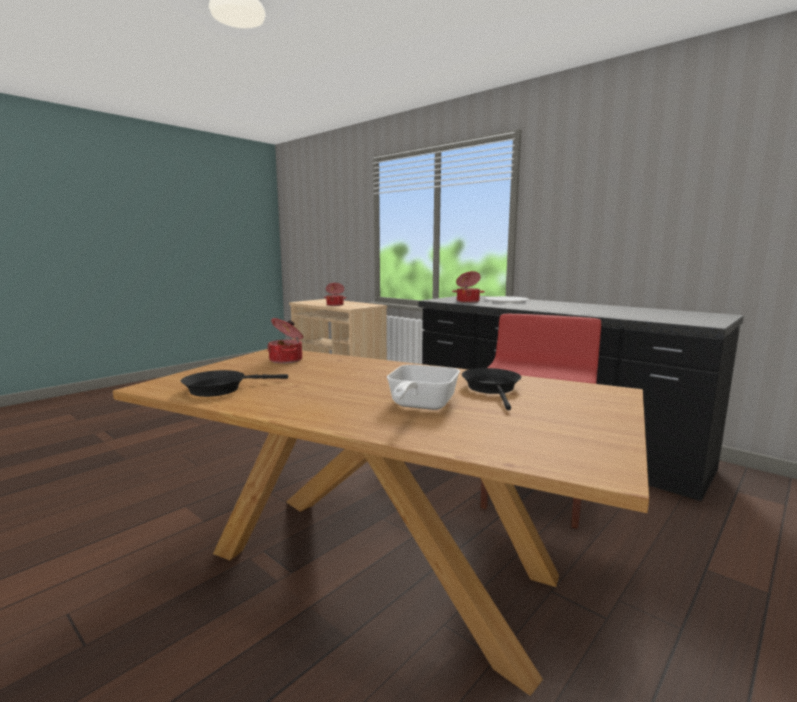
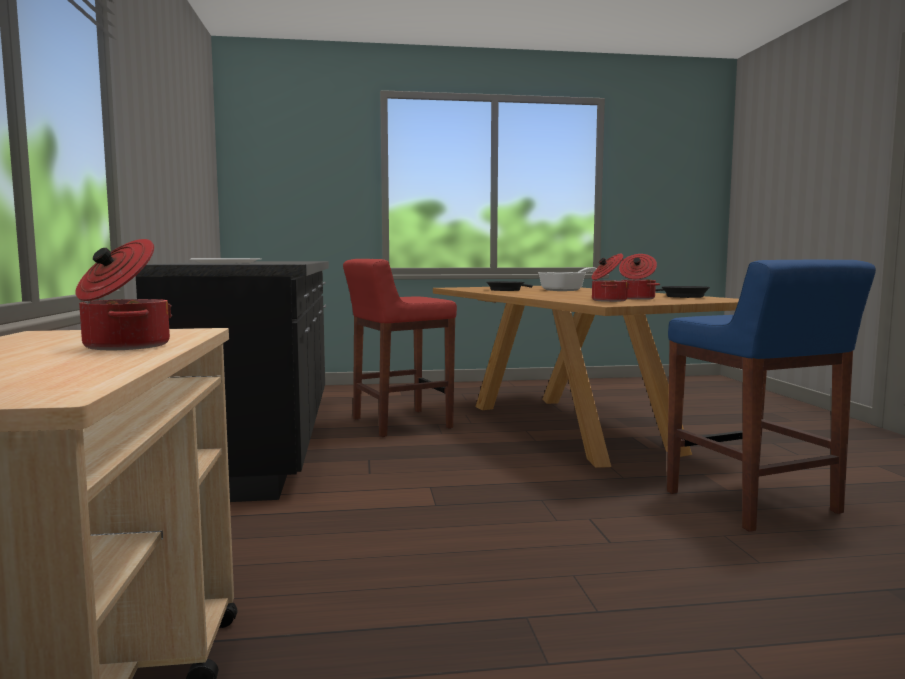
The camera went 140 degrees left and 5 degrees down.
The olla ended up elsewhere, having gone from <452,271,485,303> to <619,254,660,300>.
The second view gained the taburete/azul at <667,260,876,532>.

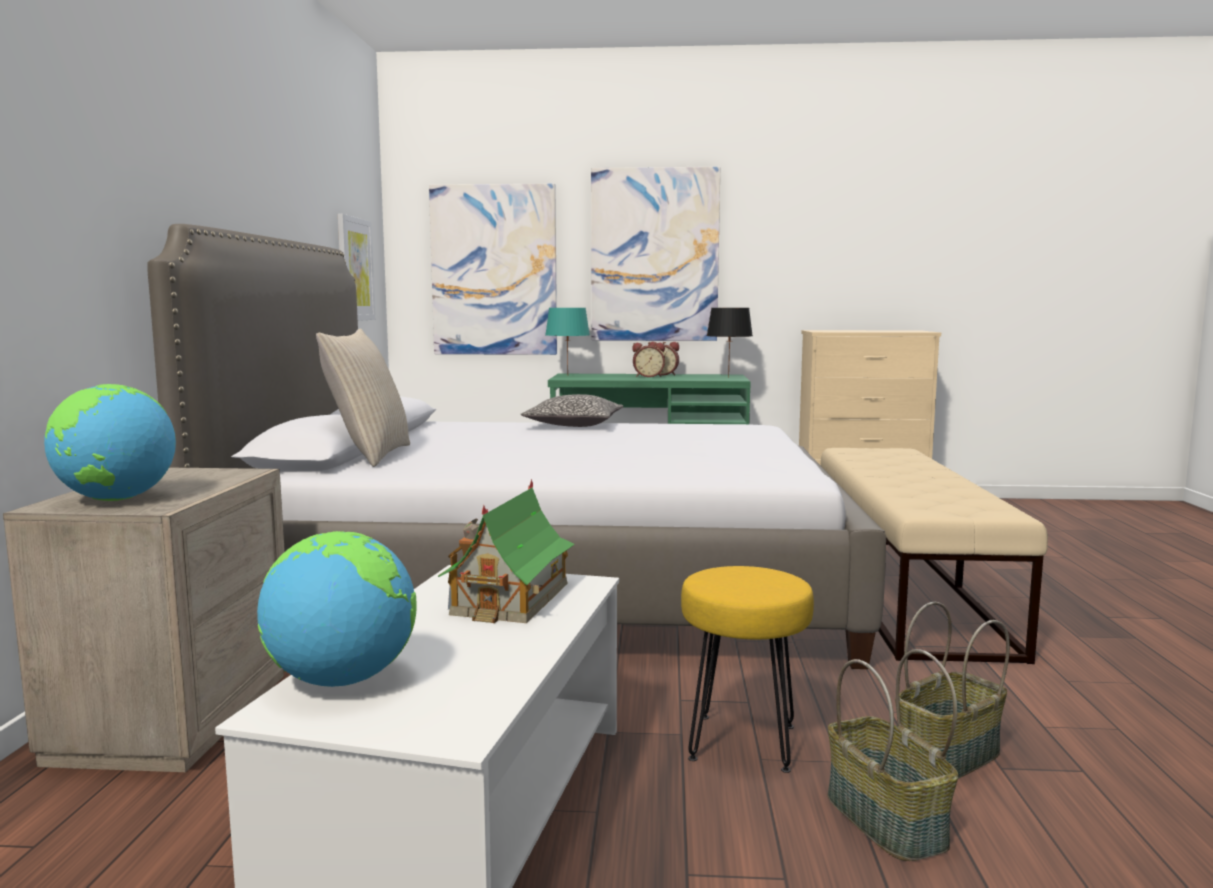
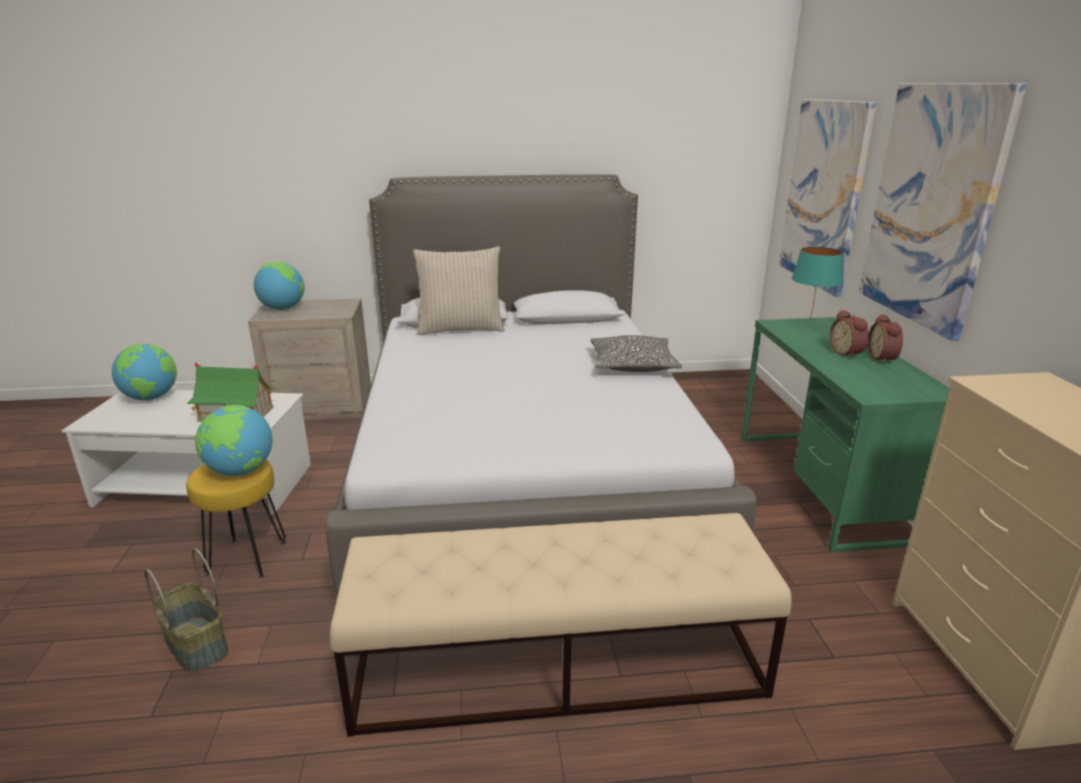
The camera went 80 degrees right and 15 degrees up.
The second view lost the cuadro at <338,214,375,321>.
The second view lost the lámpara de mesa/negro at <707,308,753,378>.
The second view lost the cesta at <828,649,958,861>.
The second view gained the globo terráqueo at <195,405,273,476>.

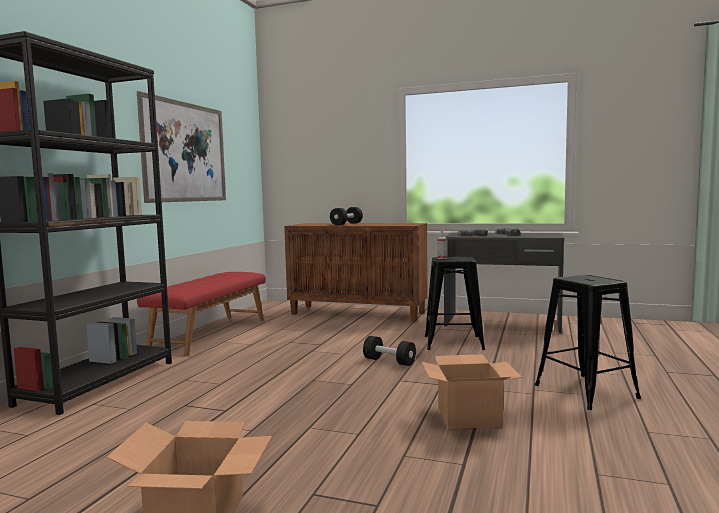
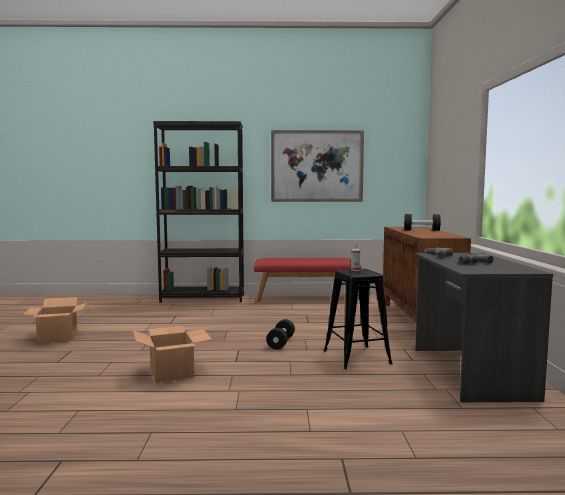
The camera went 70 degrees right and 0 degrees up.
The second view lost the taburete/negro at <535,275,641,410>.

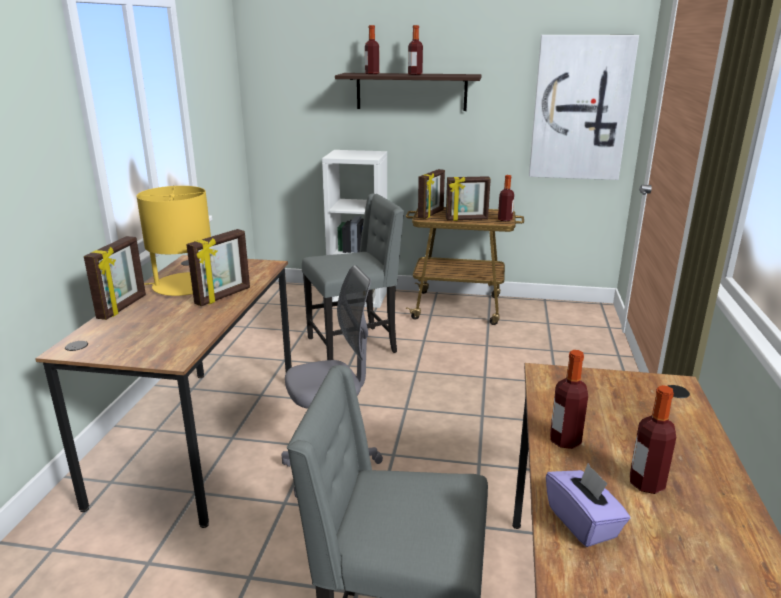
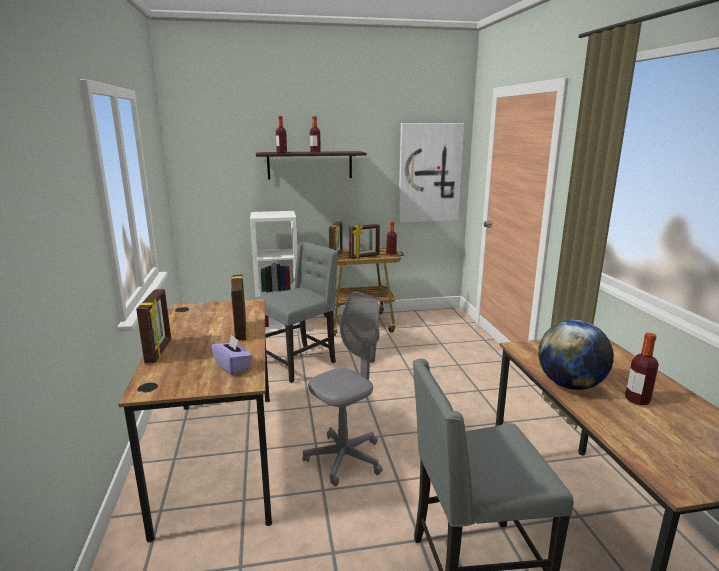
The camera went 20 degrees left and 5 degrees down.
The second view lost the lámpara de mesa/amarillo at <136,186,211,296>.
The portarretratos at <186,229,250,306> ended up facing another way, 150 degrees clockwise from before.
Where the botella stood at <550,350,588,449>, the globo terráqueo came to stand at <538,320,614,390>.
The caja de pañuelos/morado ended up elsewhere, having gone from <546,464,630,547> to <211,335,253,375>.

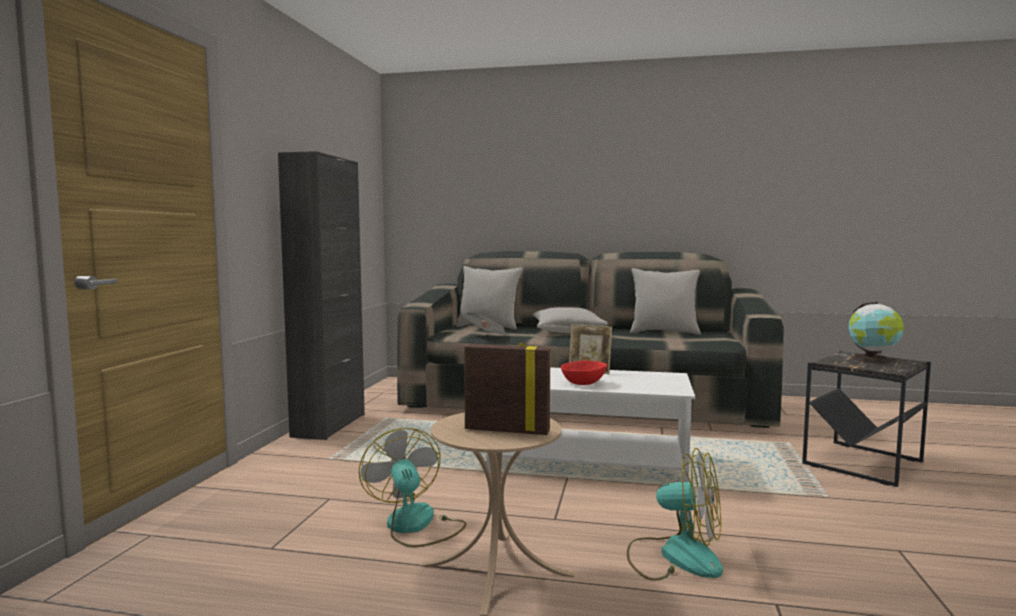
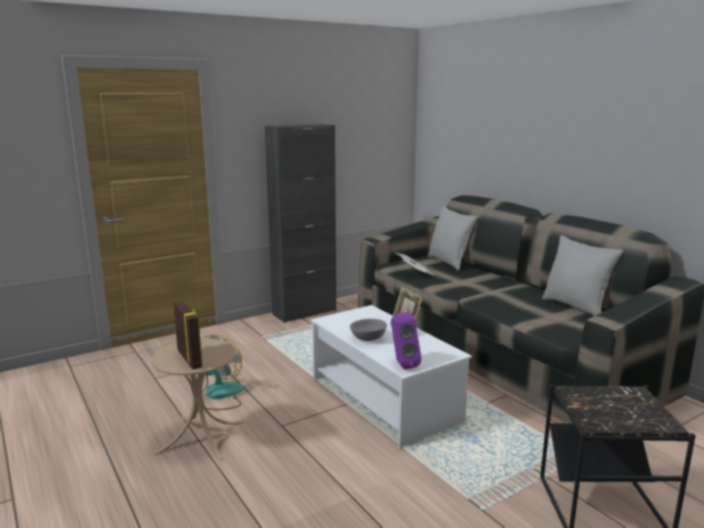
The camera went 45 degrees right and 10 degrees up.
The second view lost the globo terráqueo at <848,302,904,363>.
The second view lost the cojín/gris at <533,307,608,333>.
What was the cuenco/rojo at <561,361,607,385> turned into the cuenco/gris at <350,319,387,341>.
The second view lost the ventilador at <627,448,723,581>.
The second view gained the altavoz/morado at <391,312,422,370>.

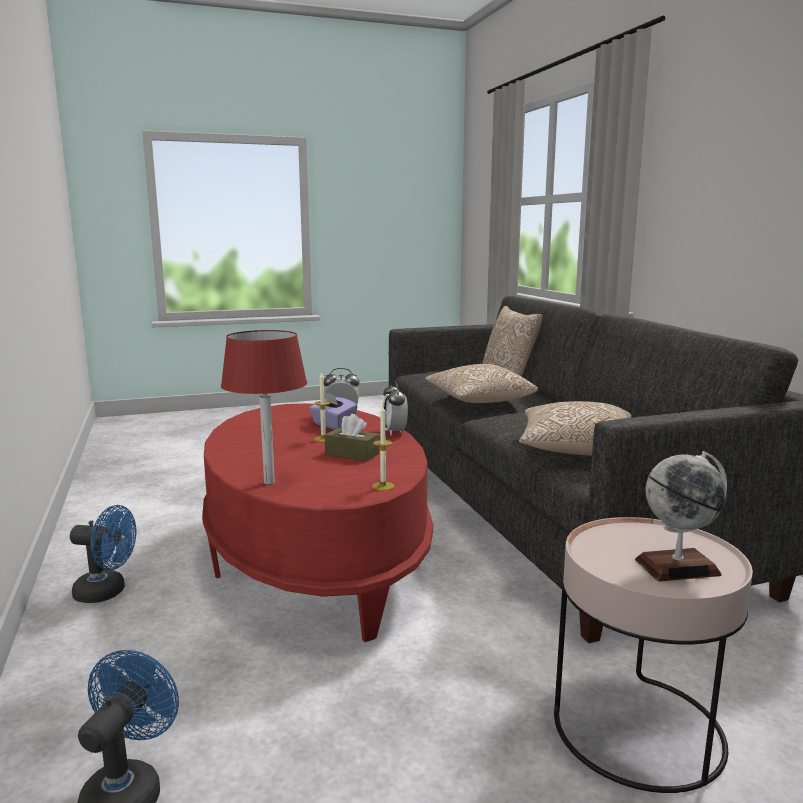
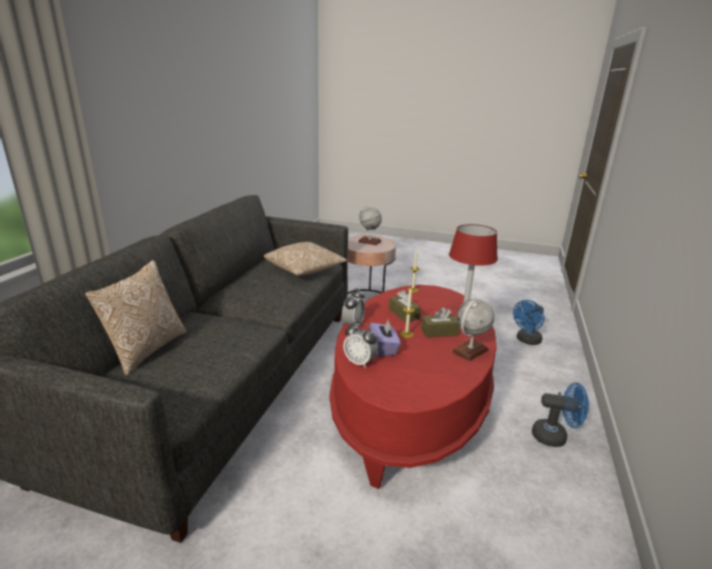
The camera went 145 degrees left and 10 degrees up.
The second view lost the cojín at <425,364,538,403>.
The ventilador/azul at <70,505,137,603> ended up facing another way, 150 degrees clockwise from before.
The second view gained the globo terráqueo at <451,299,494,362>.
The second view gained the caja de pañuelos/marrón at <421,307,459,337>.

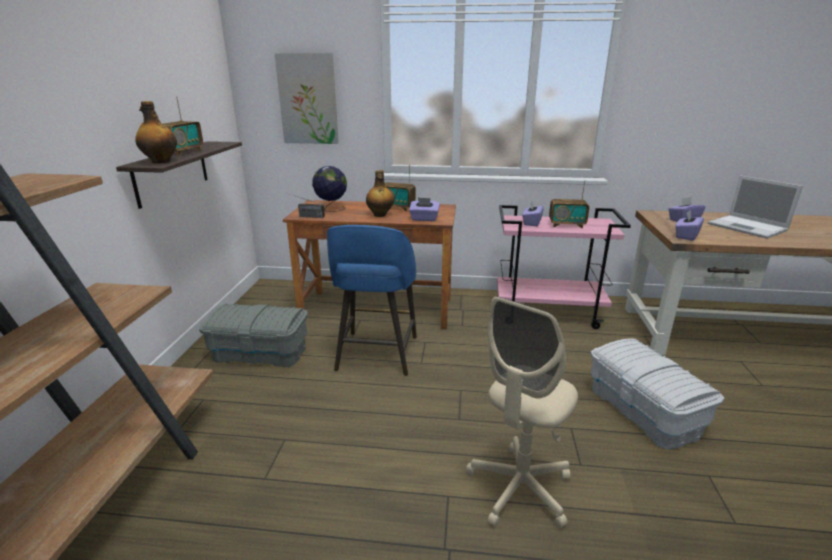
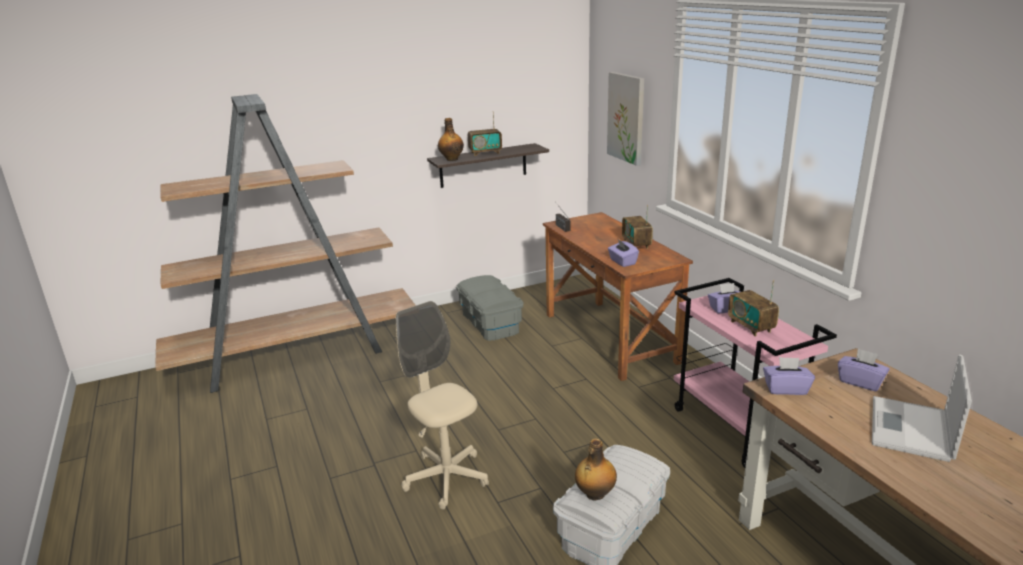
The camera went 60 degrees right and 0 degrees up.
The second view lost the globo terráqueo at <312,166,347,212>.
The botella ended up elsewhere, having gone from <366,170,394,217> to <575,438,617,500>.
The second view lost the taburete/azul at <327,225,417,376>.
The silla de oficina/beis at <465,296,578,529> ended up facing another way, 45 degrees clockwise from before.

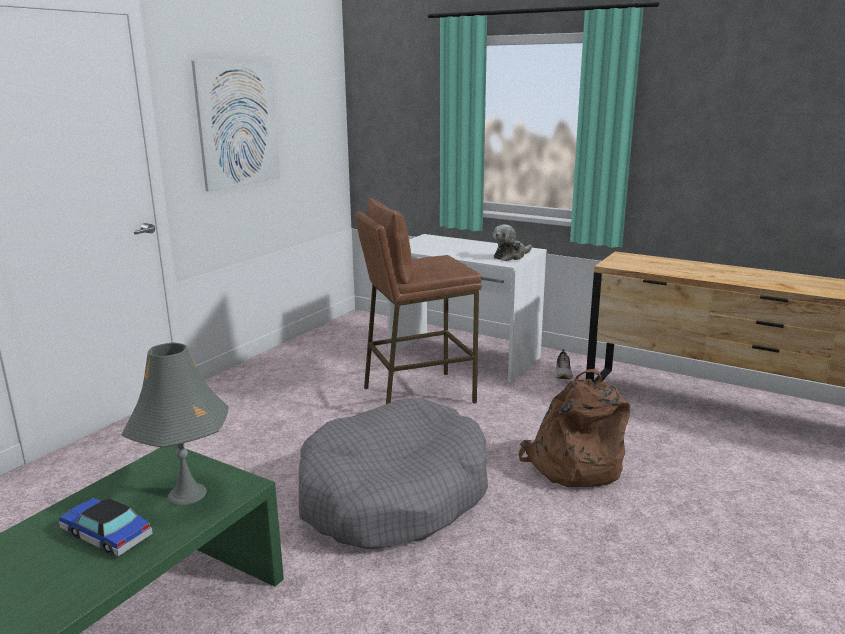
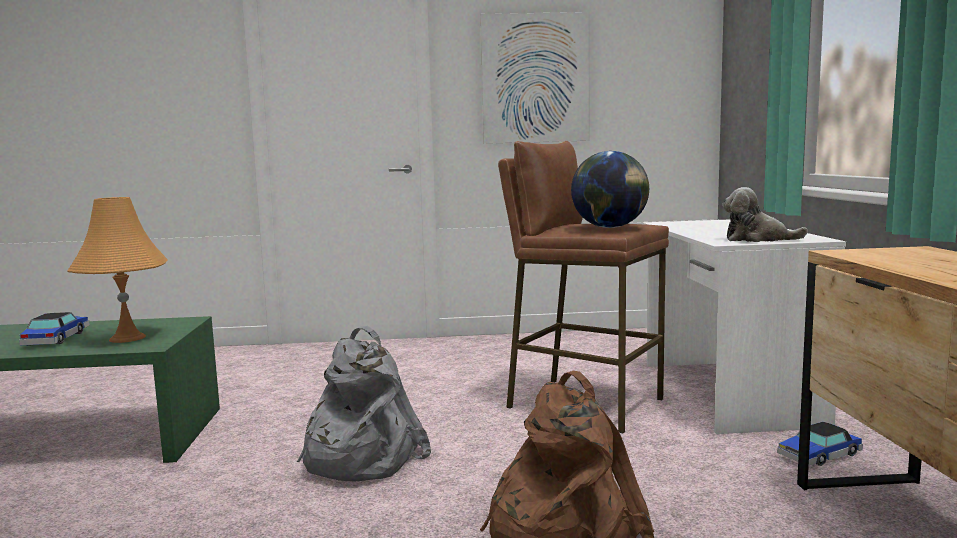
The camera went 55 degrees right and 10 degrees down.
What was the lámpara de mesa/gris at <122,342,228,505> turned into the lámpara de mesa/naranja at <68,197,168,343>.
Where the zapato stood at <555,349,573,380>, the coche de juguete came to stand at <777,422,863,466>.
Where the cama para perro/gris stood at <299,398,488,549>, the mochila/gris came to stand at <297,326,431,482>.
The second view gained the globo terráqueo at <571,151,649,228>.

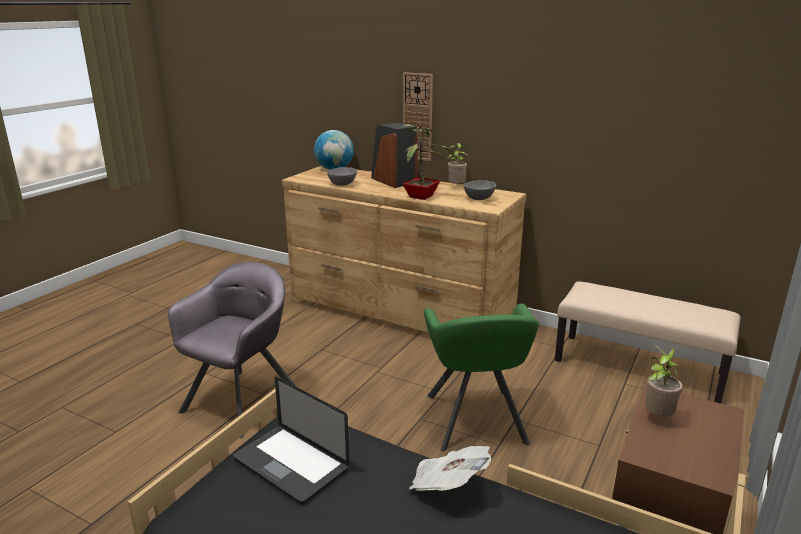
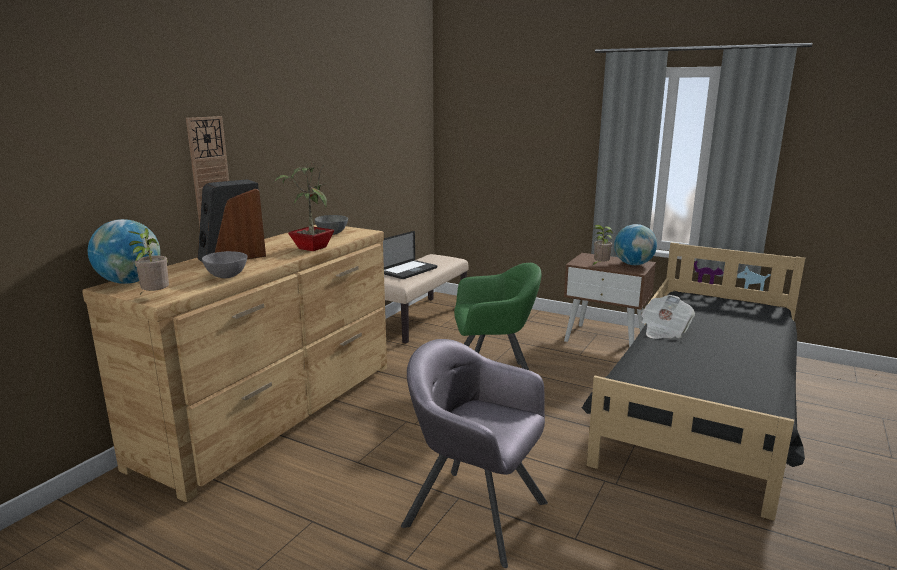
The camera went 90 degrees left and 5 degrees down.
The planta en maceta ended up elsewhere, having gone from <448,143,467,184> to <128,228,169,295>.
The portátil ended up elsewhere, having gone from <233,377,349,505> to <383,231,437,279>.
The second view gained the globo terráqueo at <614,224,657,265>.

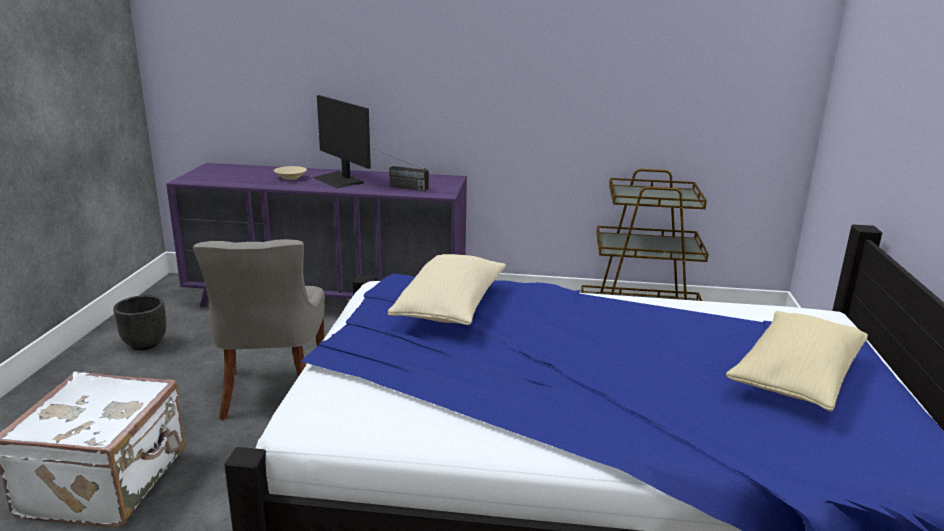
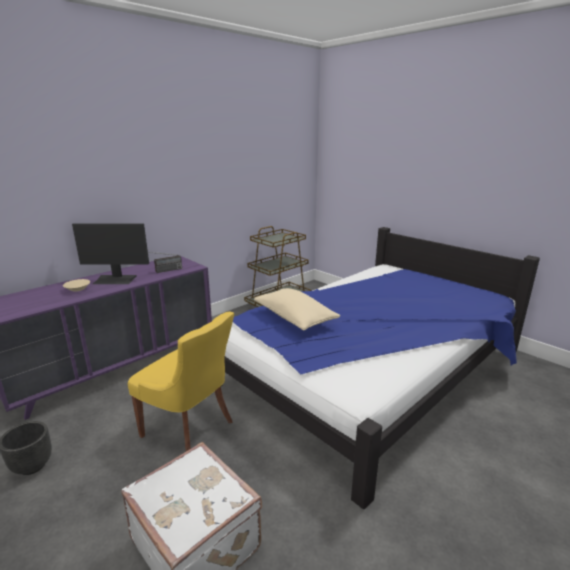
The camera went 50 degrees left and 0 degrees up.
What was the silla/gris at <193,239,325,420> turned into the silla/amarillo at <128,312,234,451>.
The second view lost the cojín/beis at <726,311,868,412>.

